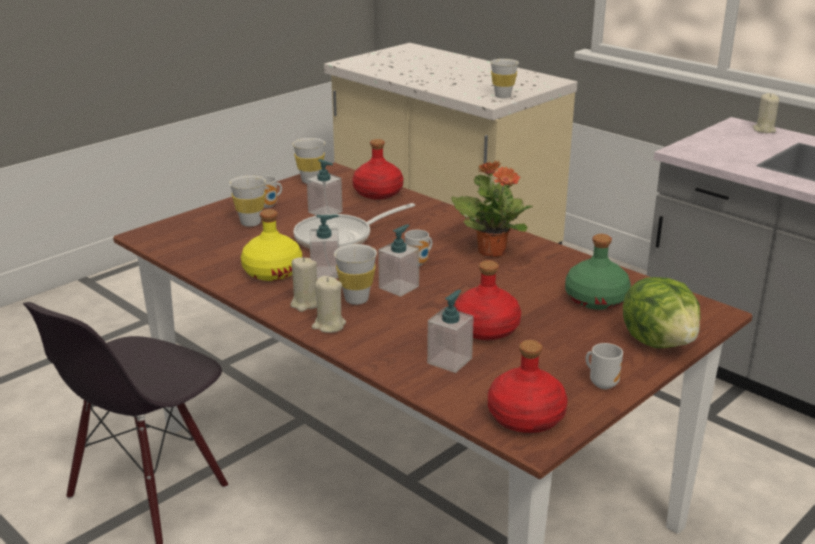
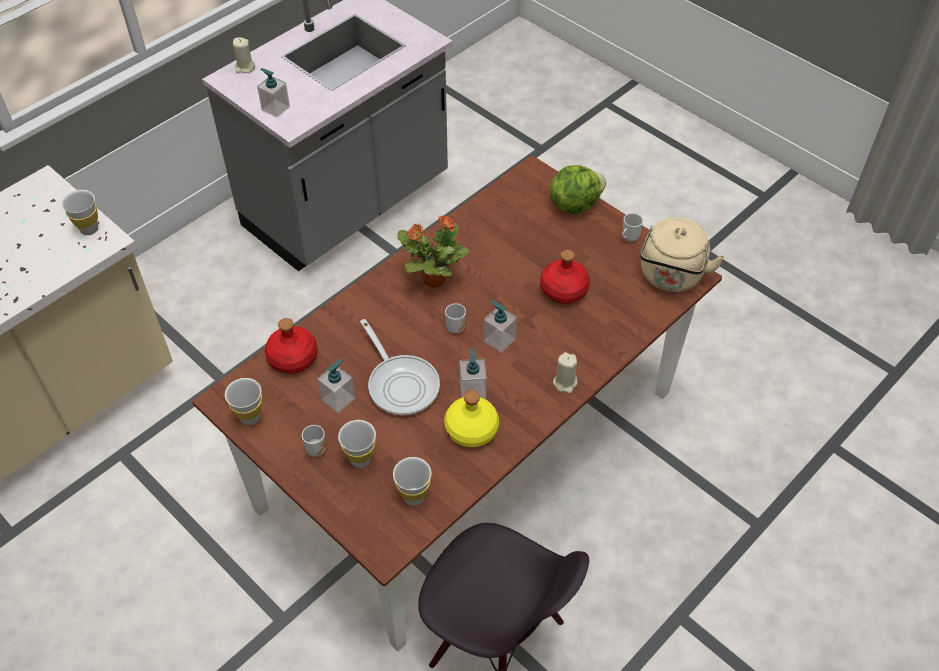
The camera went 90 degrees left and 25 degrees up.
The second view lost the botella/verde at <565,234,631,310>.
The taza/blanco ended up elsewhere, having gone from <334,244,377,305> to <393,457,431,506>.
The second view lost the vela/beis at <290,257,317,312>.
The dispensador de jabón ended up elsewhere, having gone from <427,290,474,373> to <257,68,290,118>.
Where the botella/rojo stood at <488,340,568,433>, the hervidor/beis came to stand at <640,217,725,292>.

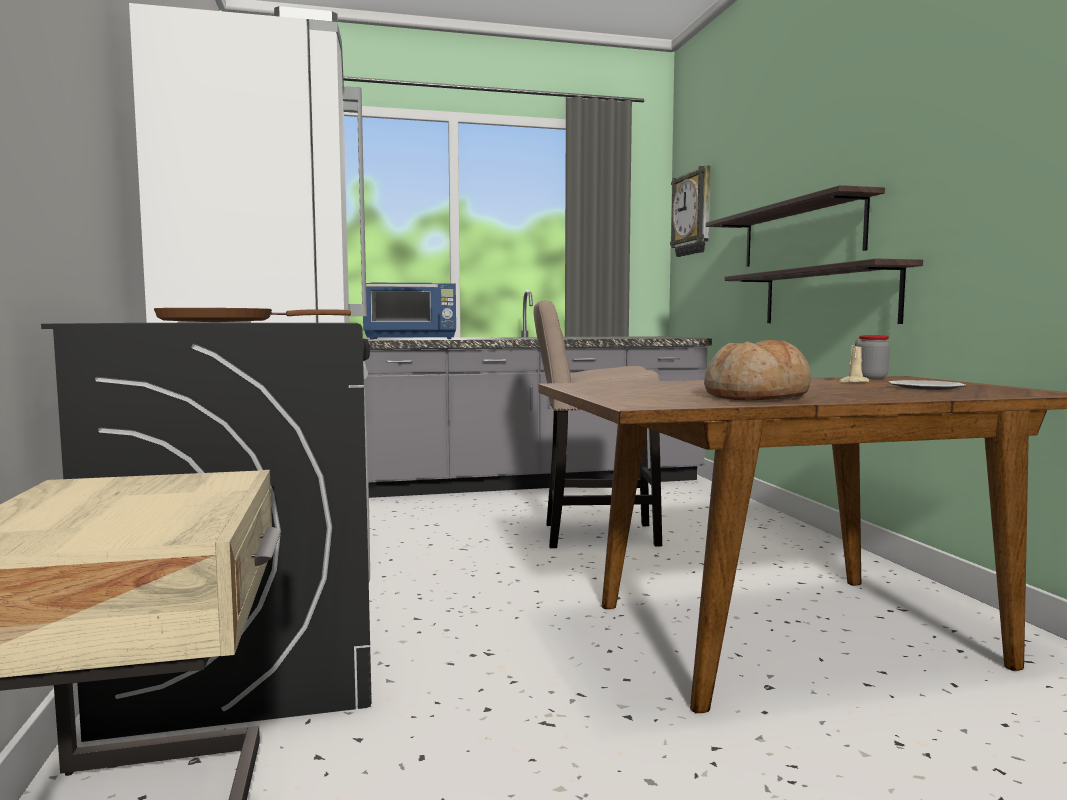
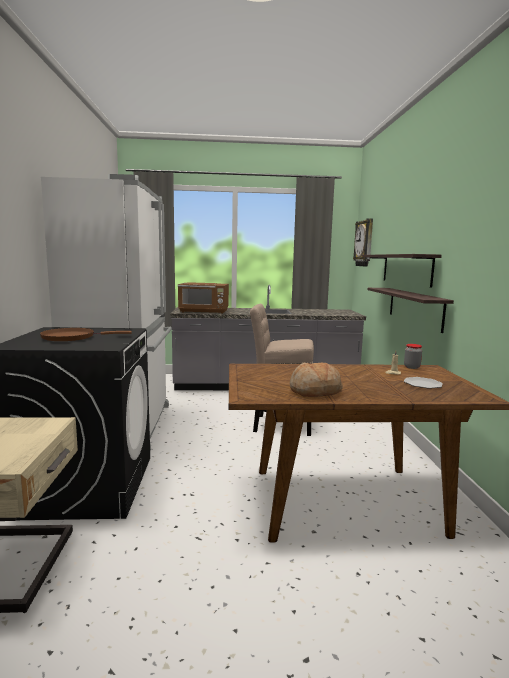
The camera went 10 degrees right and 5 degrees up.
What was the microondas/azul at <363,283,456,340> turned into the microondas/marrón at <178,282,229,314>.

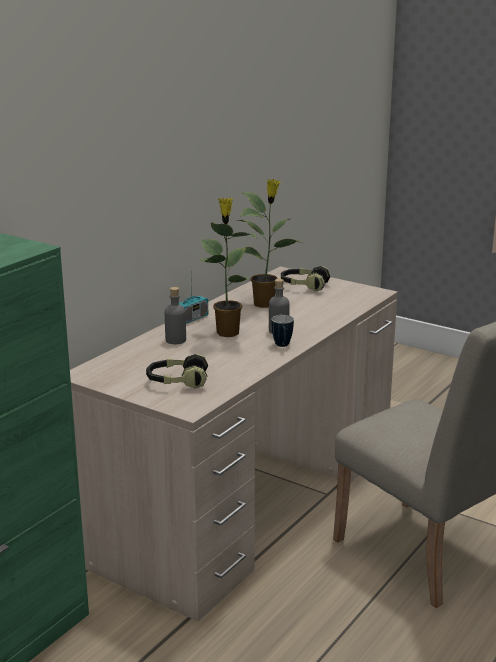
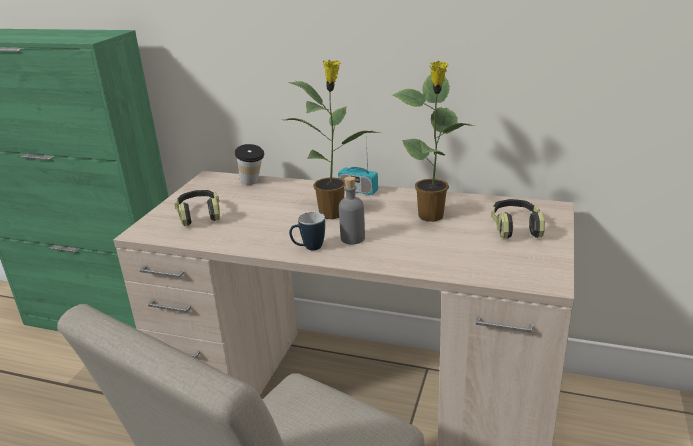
The camera went 75 degrees right and 5 degrees up.
The second view lost the botella/gris at <165,287,186,344>.
The second view gained the taza at <235,144,264,185>.

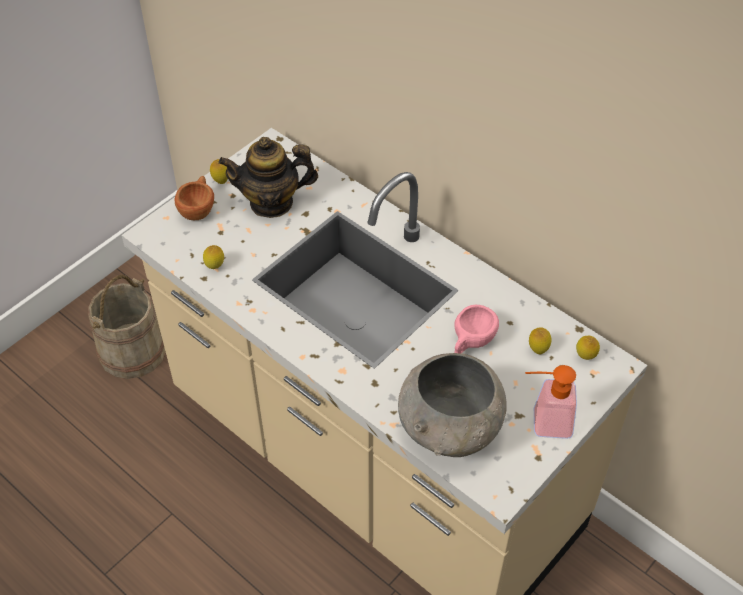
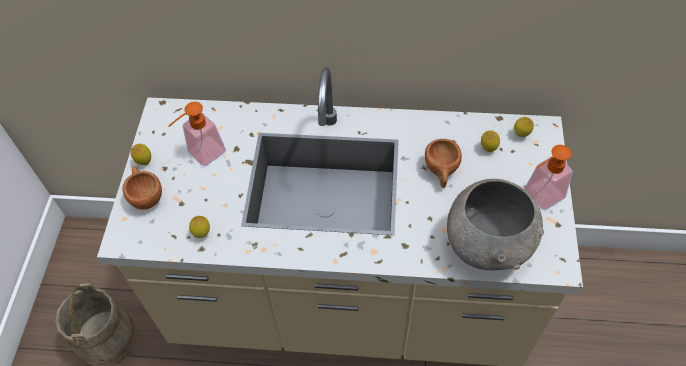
The camera went 35 degrees left and 5 degrees up.
Where the tetera stood at <218,137,318,218>, the dispensador de jabón came to stand at <168,102,226,166>.
What was the taza/rosa at <454,305,499,353> turned into the taza/marrón at <425,139,462,188>.

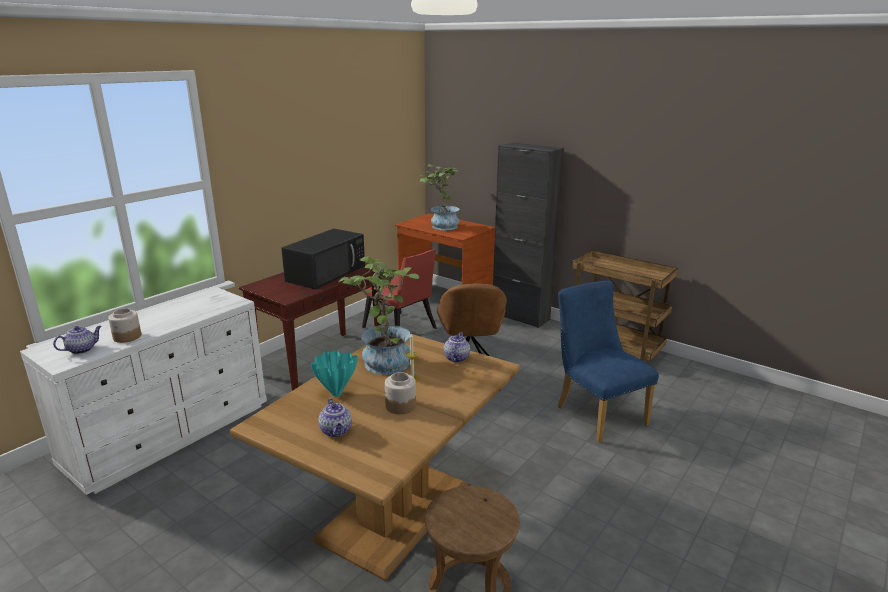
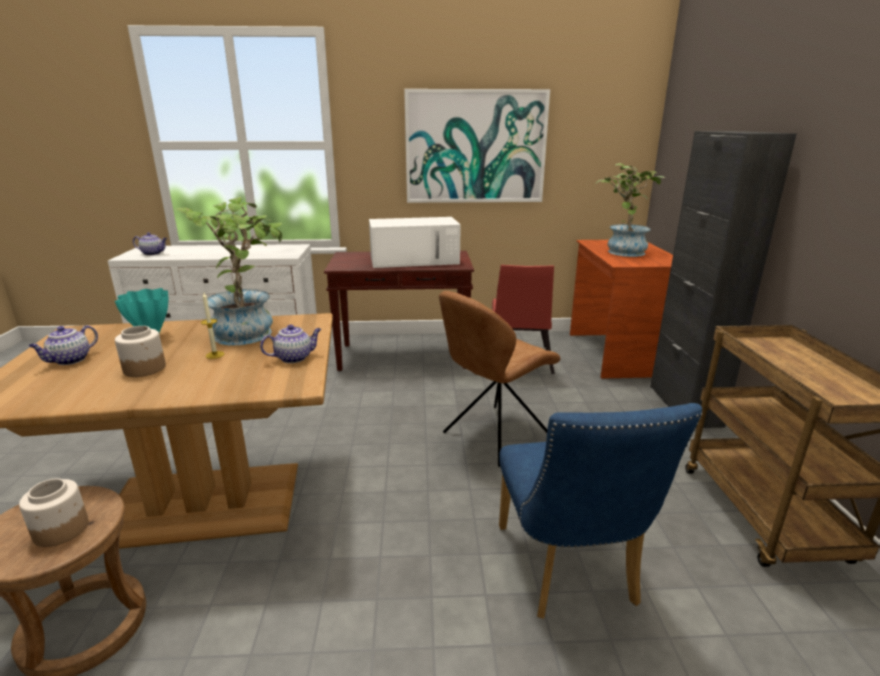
The camera went 50 degrees right and 0 degrees up.
What was the microondas/negro at <281,229,365,290> turned into the microondas/blanco at <369,217,461,268>.
The silla/azul at <558,281,659,442> ended up facing another way, 150 degrees clockwise from before.
The tarro ended up elsewhere, having gone from <108,308,141,343> to <19,479,89,547>.
The second view gained the cuadro at <404,89,550,203>.

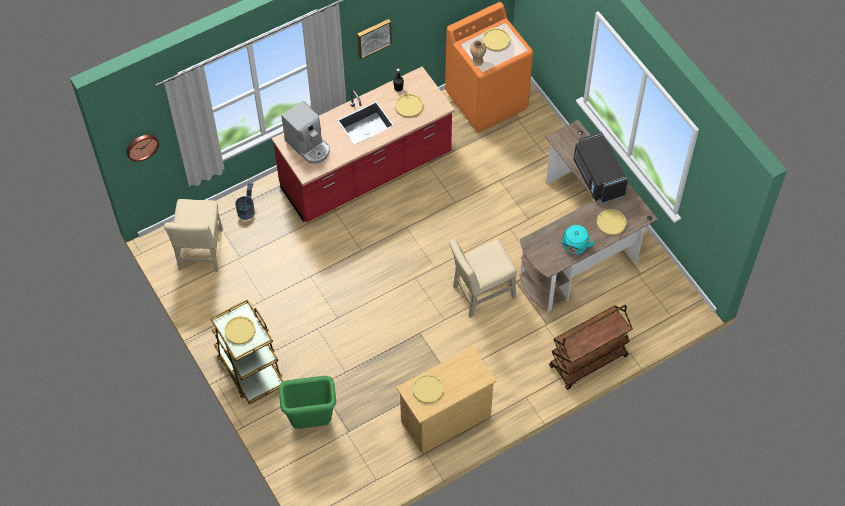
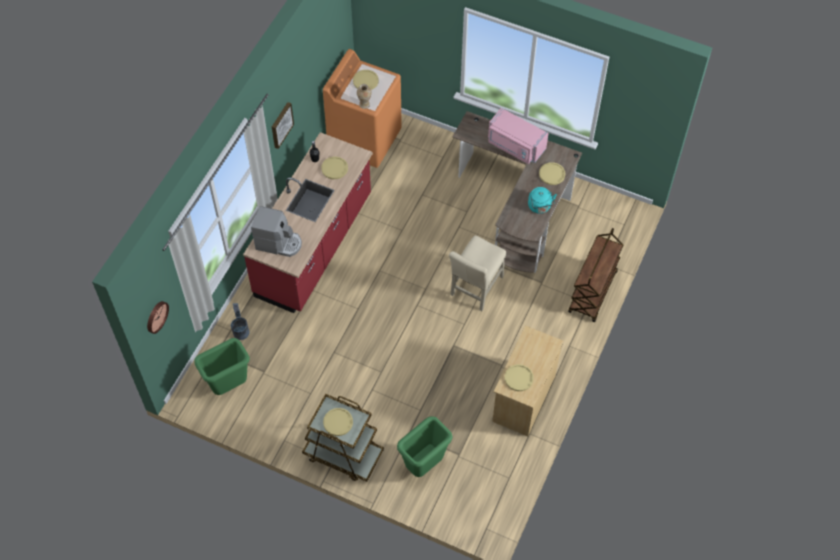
The camera went 35 degrees left and 0 degrees up.
What was the microondas/negro at <574,132,628,203> turned into the microondas/rosa at <488,108,549,164>.
Where the silla/beis stood at <164,199,223,272>, the papelera/verde came to stand at <194,338,250,395>.

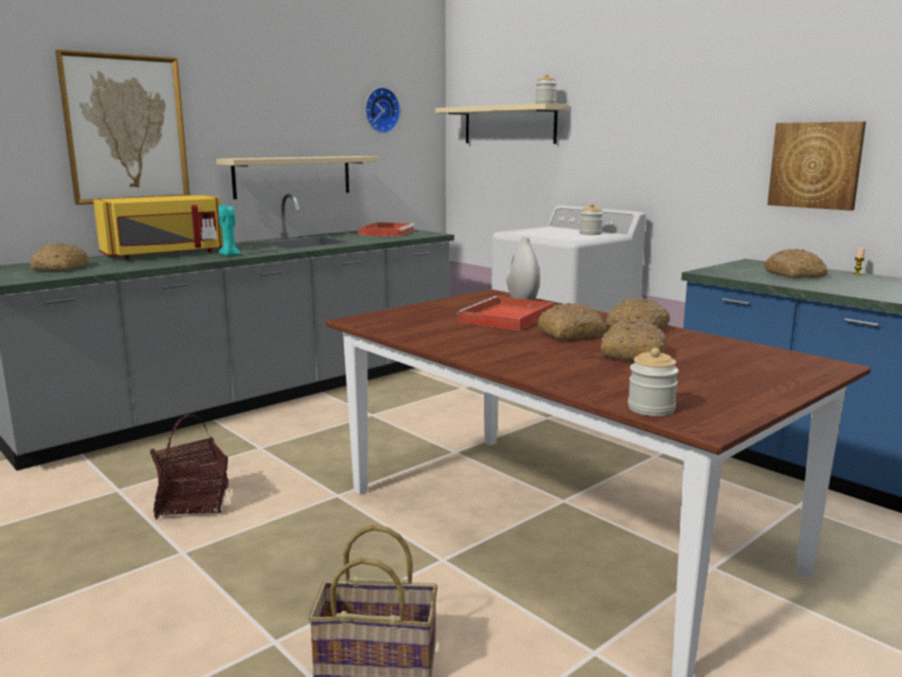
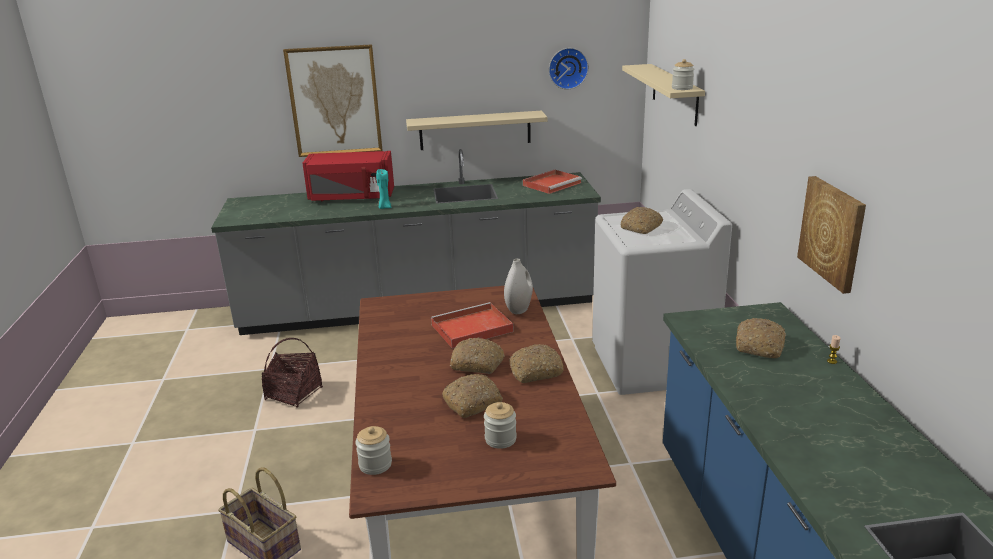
The camera went 35 degrees right and 10 degrees up.
What was the microondas/amarillo at <93,195,223,259> turned into the microondas/rojo at <302,151,394,201>.
The tarro ended up elsewhere, having gone from <580,203,603,235> to <484,402,517,449>.
The pan ended up elsewhere, having gone from <30,243,89,271> to <621,207,663,234>.

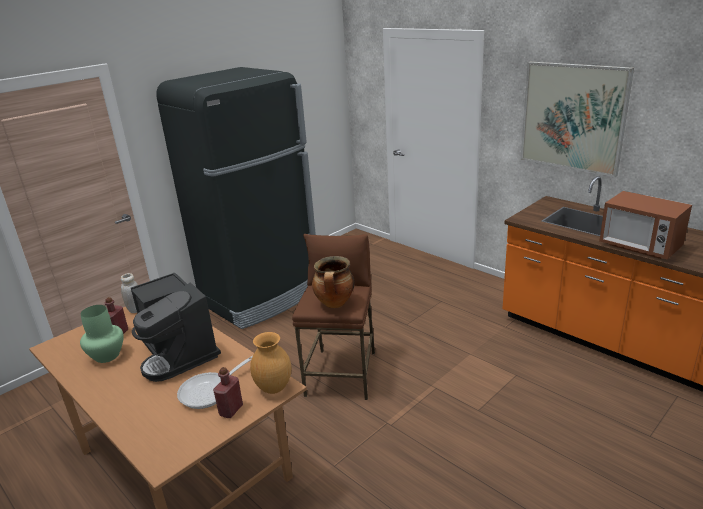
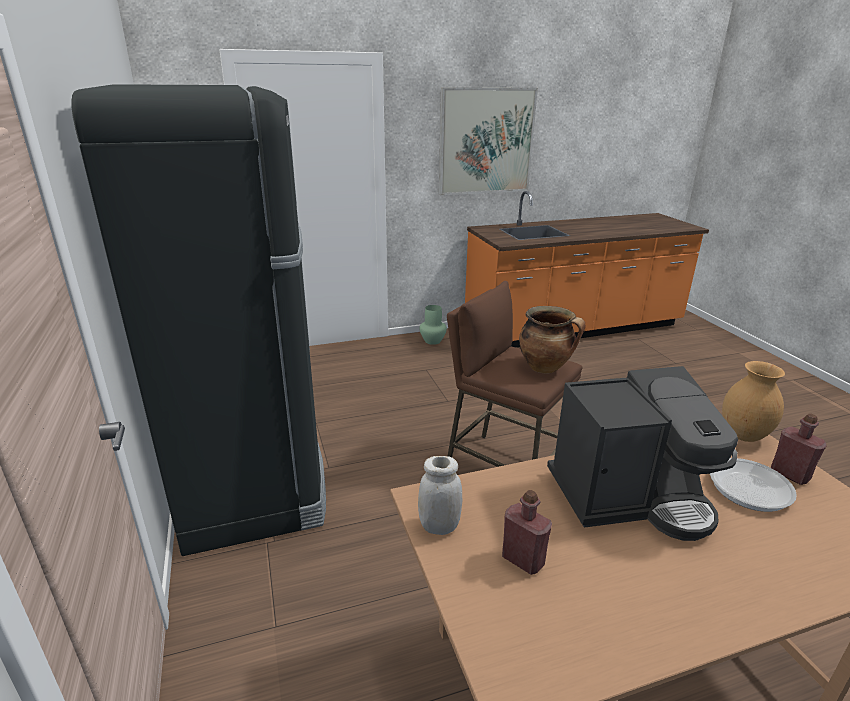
The camera went 65 degrees left and 0 degrees up.
The second view lost the microondas at <599,191,692,260>.
The florero/verde ended up elsewhere, having gone from <80,305,124,363> to <419,305,447,345>.

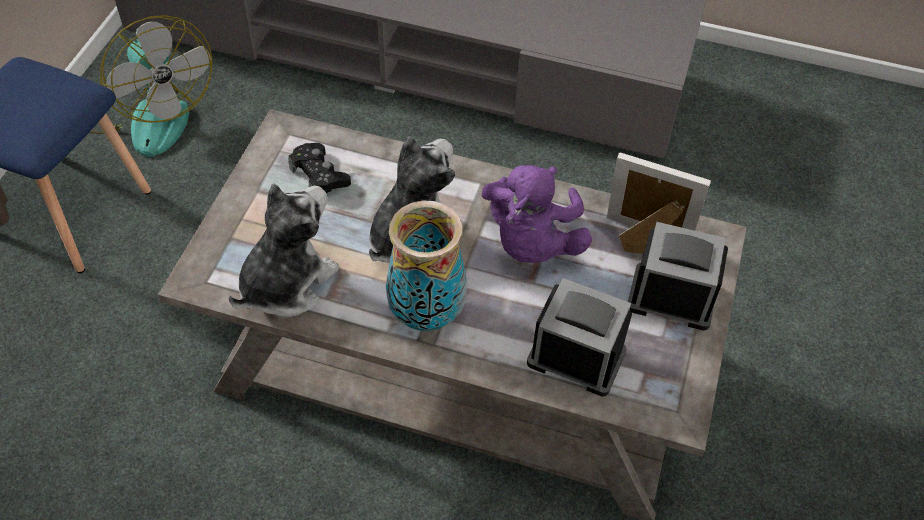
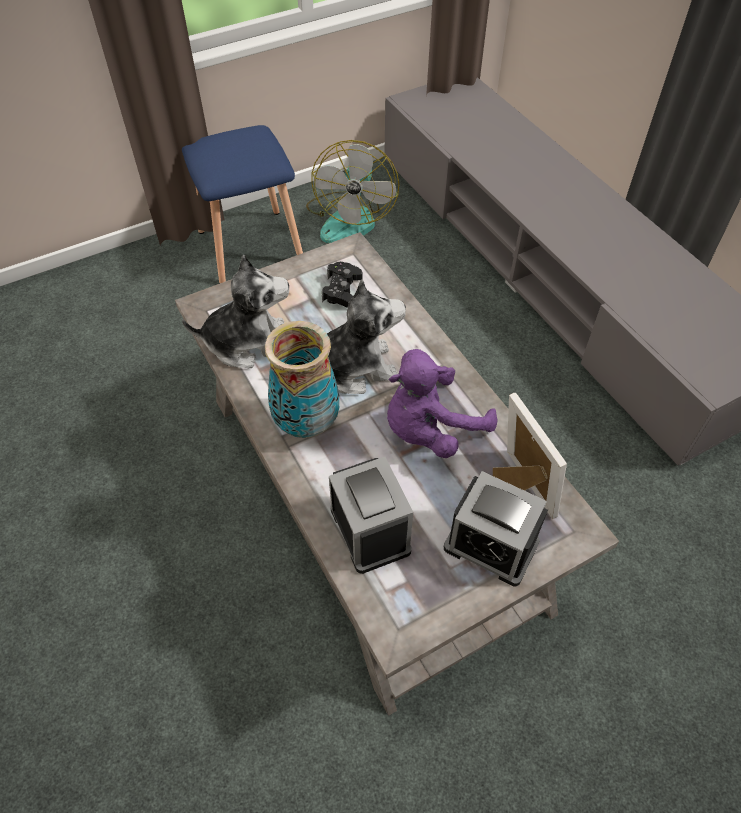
The camera went 45 degrees right and 0 degrees up.
The despertador at <628,222,728,331> ended up facing another way, 150 degrees clockwise from before.

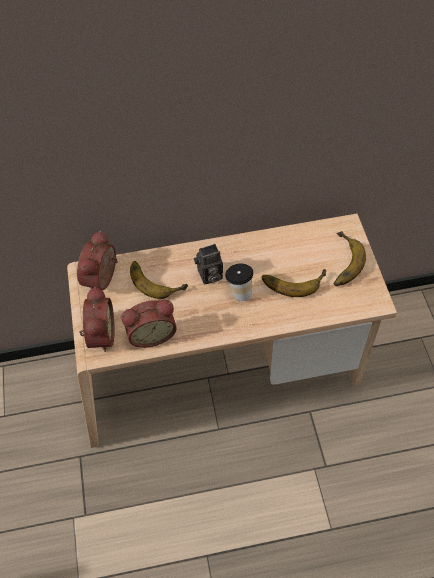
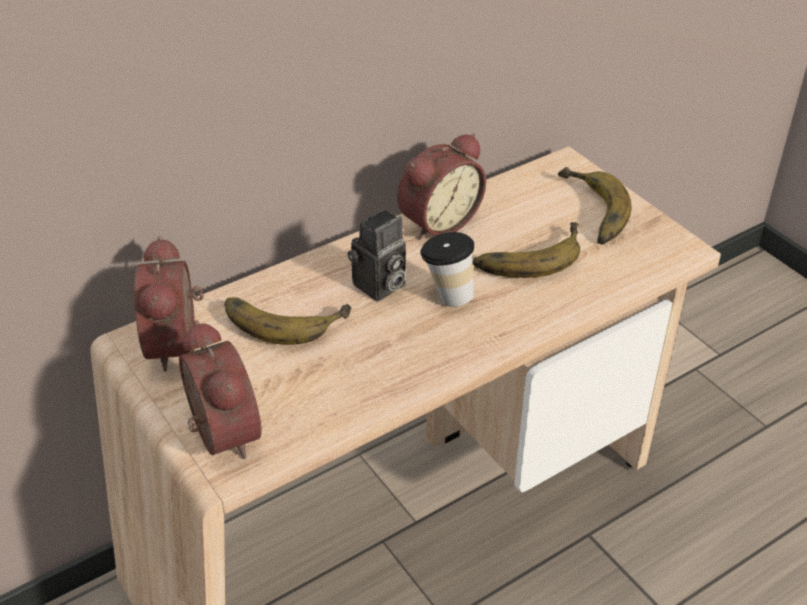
The camera went 25 degrees left and 15 degrees down.
The despertador ended up elsewhere, having gone from <121,300,177,348> to <397,133,486,240>.

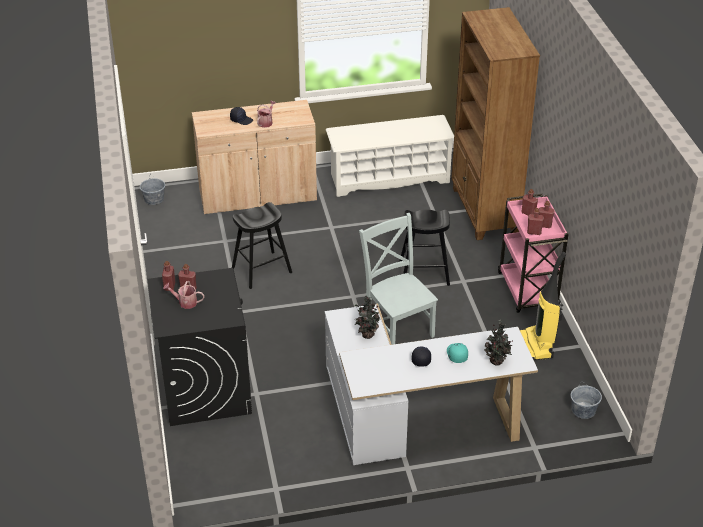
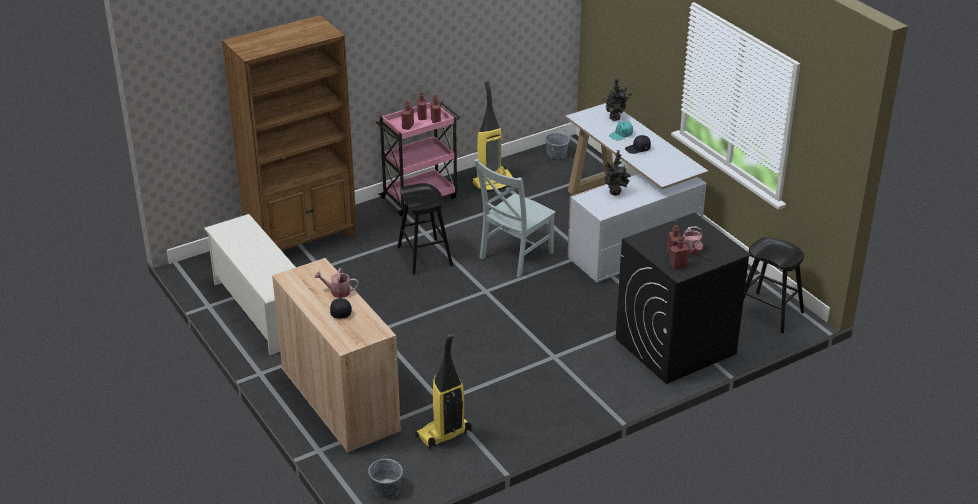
The camera went 110 degrees left and 5 degrees down.
The taburete/negro ended up elsewhere, having gone from <232,202,292,289> to <743,237,804,333>.
The second view gained the aspiradora at <415,333,471,449>.

